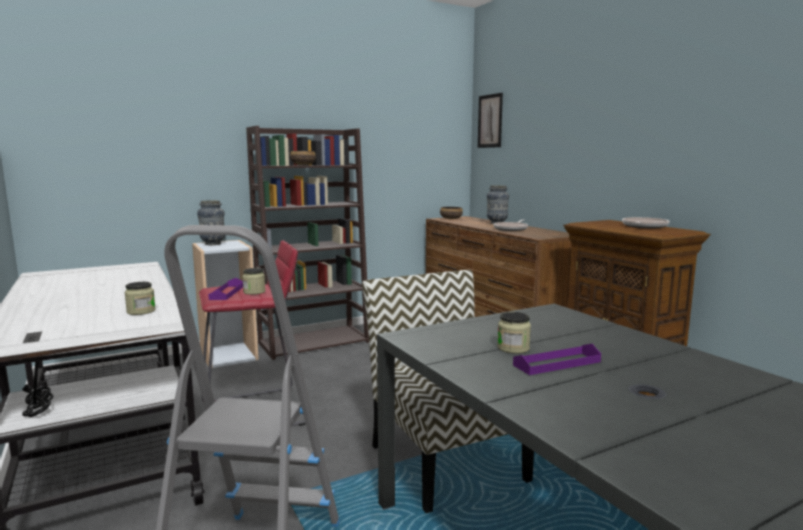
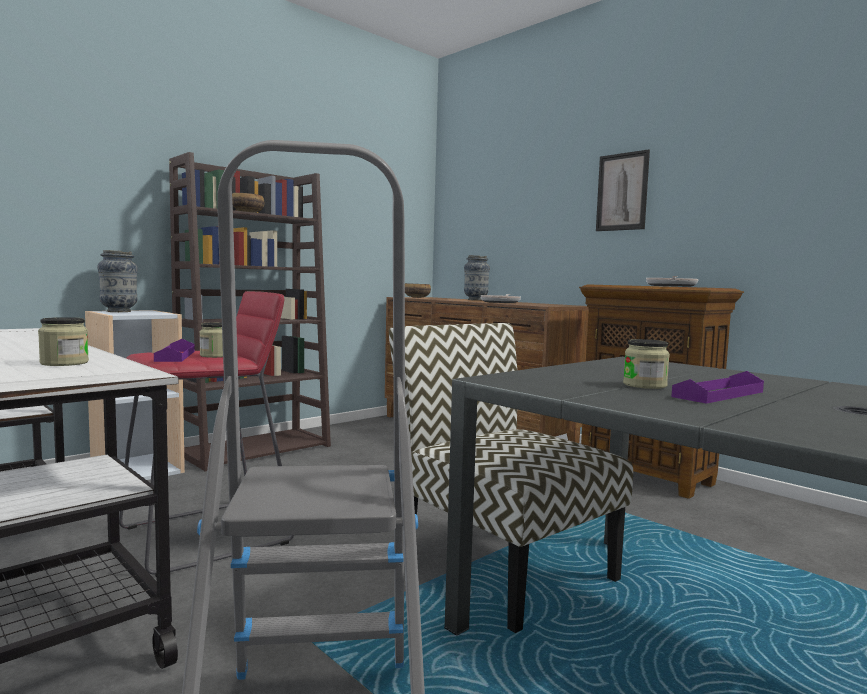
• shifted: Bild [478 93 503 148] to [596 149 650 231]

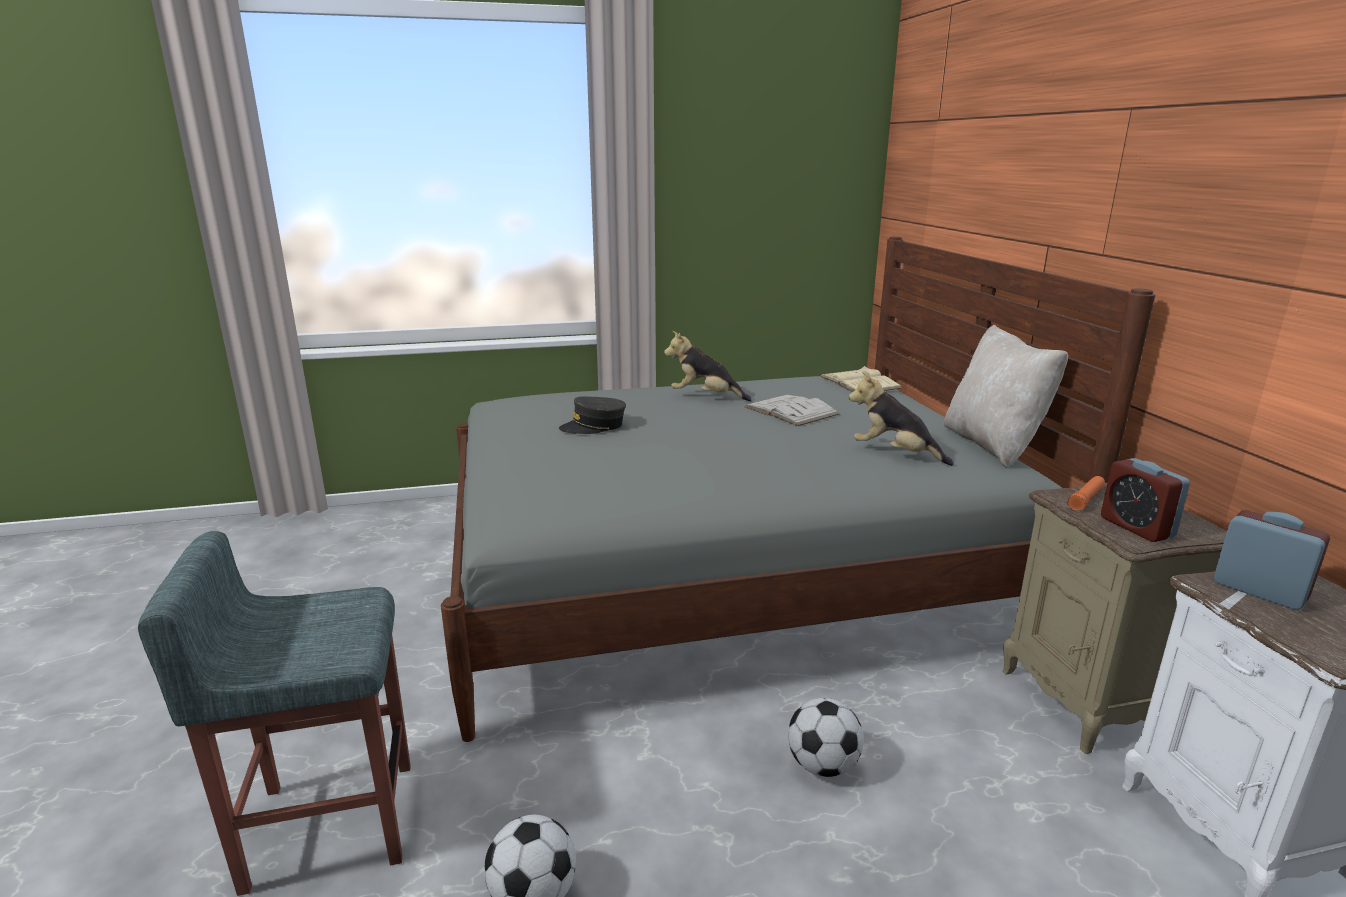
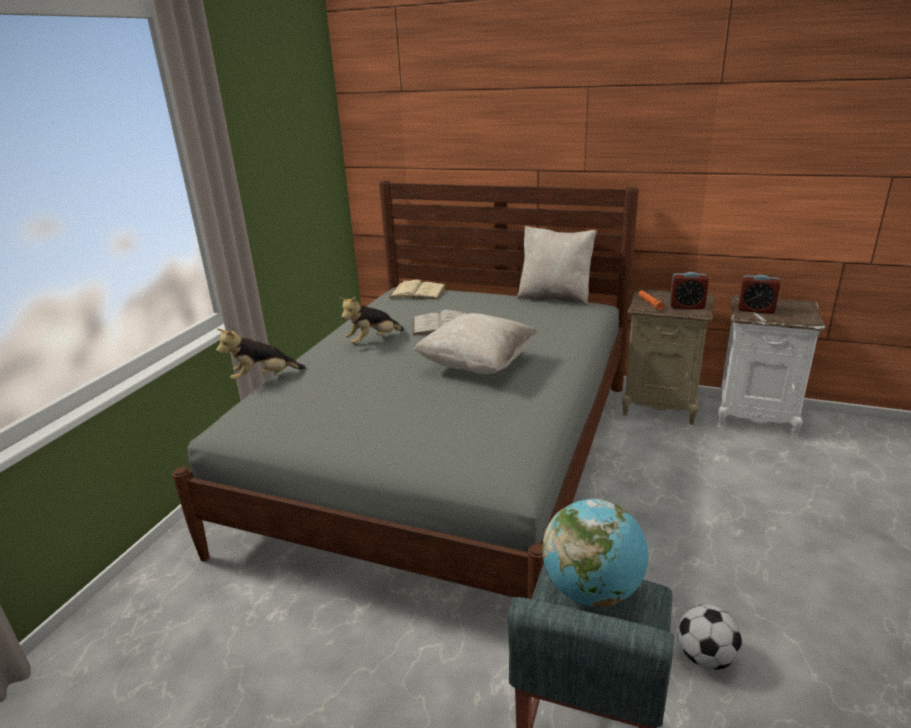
• shifted: Plüschtier [849 371 954 466] to [216 329 306 380]
• new: Kissen [beige] [413 313 538 374]
• new: Globus [542 499 648 607]
• rotated: Wecker [1214 510 1330 610] = [738 275 780 314] 150 degrees counterclockwise
• gone: Kappe [grau] [559 396 626 434]
• gone: Fußball [788 698 864 777]

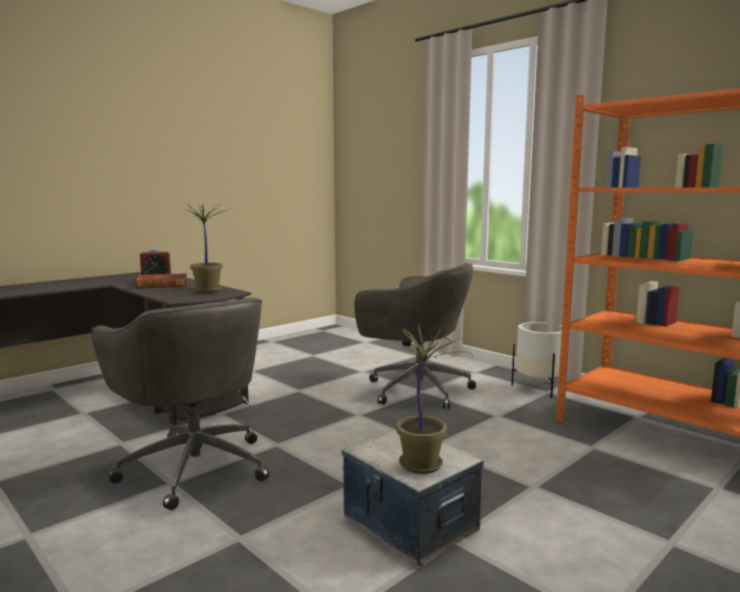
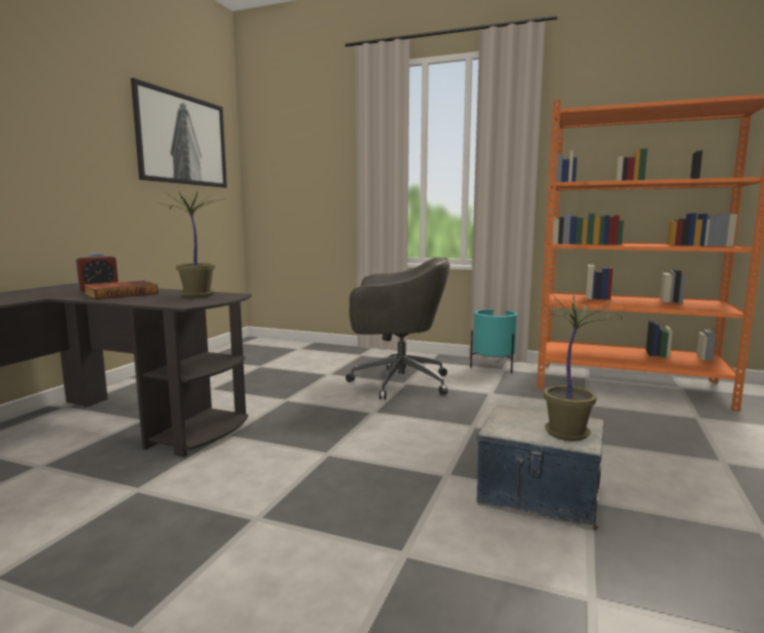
• new: Bild [131 78 227 188]
• repainted: Pflanzkübel [weiß] [512 322 565 398] to Pflanzkübel [türkis] [470 309 517 373]
• gone: Bürostuhl [grau] [91 297 269 510]

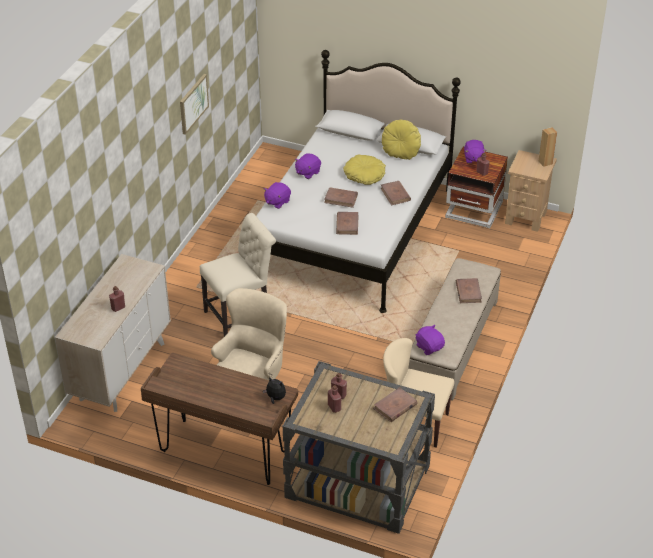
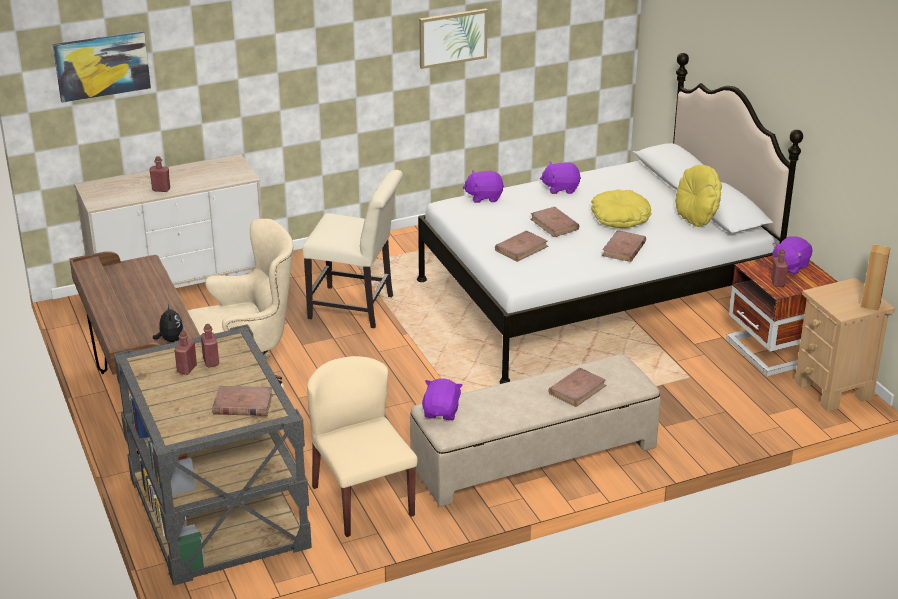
• new: Bild [53 31 151 103]

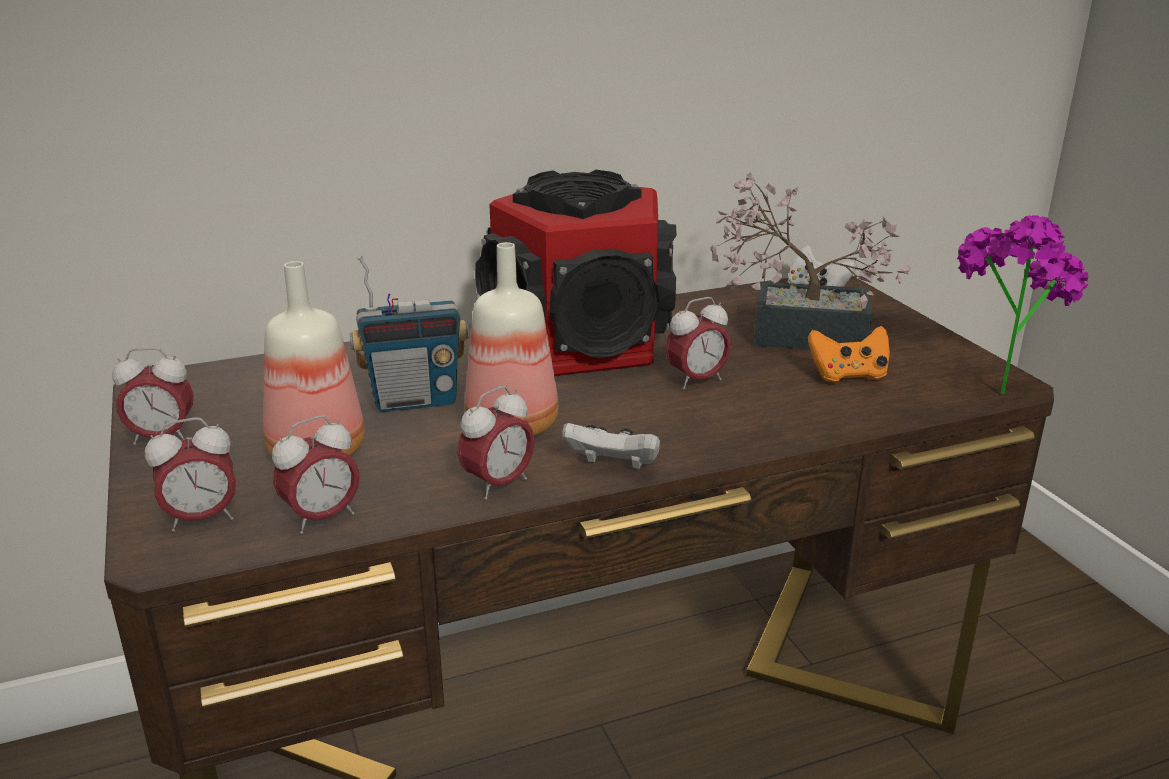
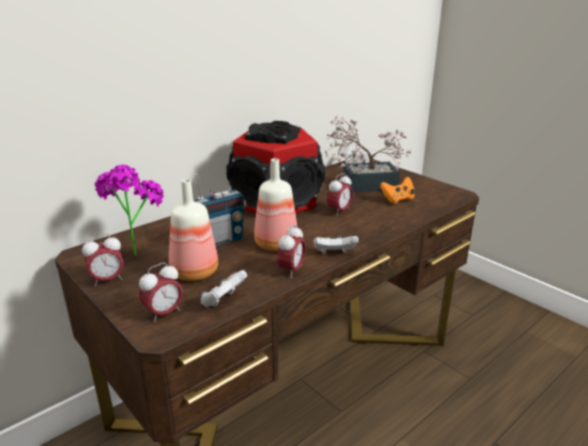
• shifted: Topfpflanze [957 215 1089 395] to [95 165 164 256]
• swapped: Wecker [272 416 360 534] to Gamepad [weiß] [200 270 247 307]

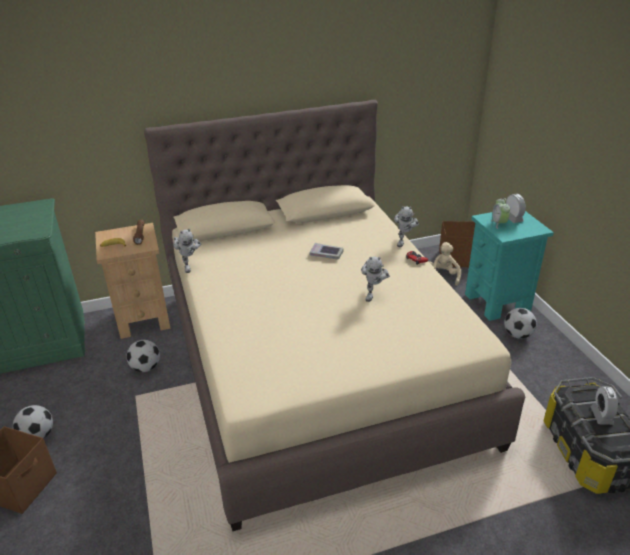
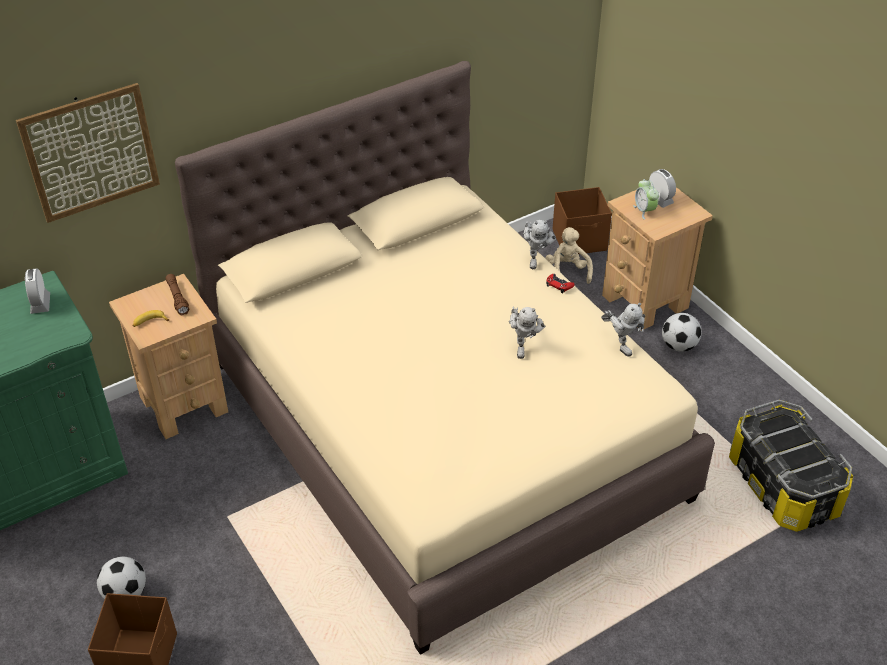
• new: Bild [16 83 160 223]
• shifted: Wecker [590 386 618 425] to [25 268 50 314]
• shifted: Spielzeugroboter [173 229 201 273] to [601 303 645 357]
• repainted: Nachttisch [türkis] [465 211 554 321] to Nachttisch [beige] [602 187 713 331]
• gone: Fußball [126 340 160 372]
• gone: Buch [310 243 344 260]

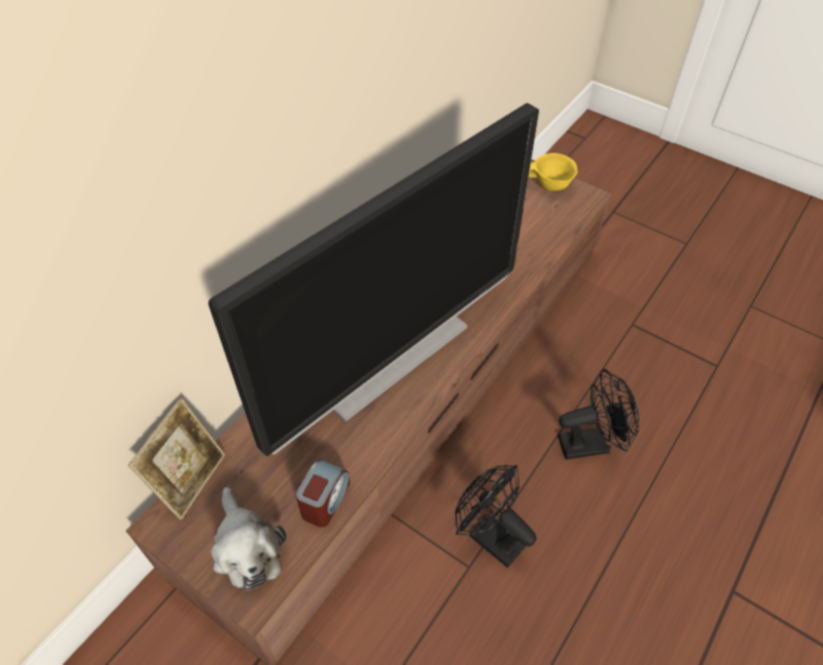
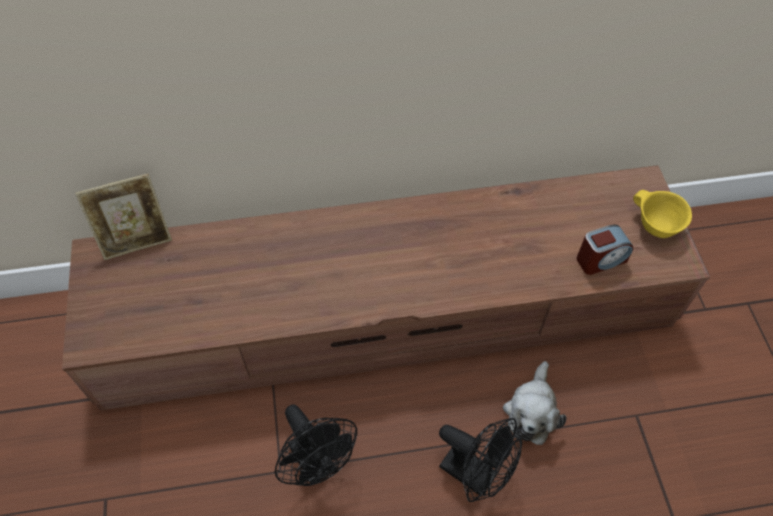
• rotated: Ventilator [schwarz] [455 465 536 568] = [275 405 357 486] 150 degrees clockwise
• shifted: Plüschtier [211 487 286 591] to [503 361 567 445]
• shifted: Wecker [296 460 350 527] to [577 225 634 275]
• gone: Fernseher [208 103 539 456]

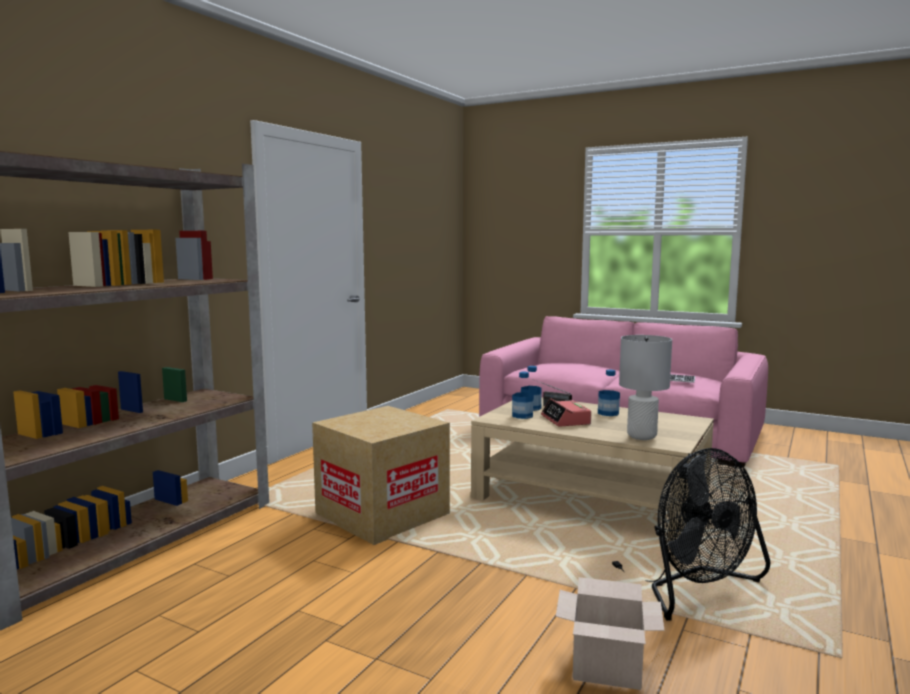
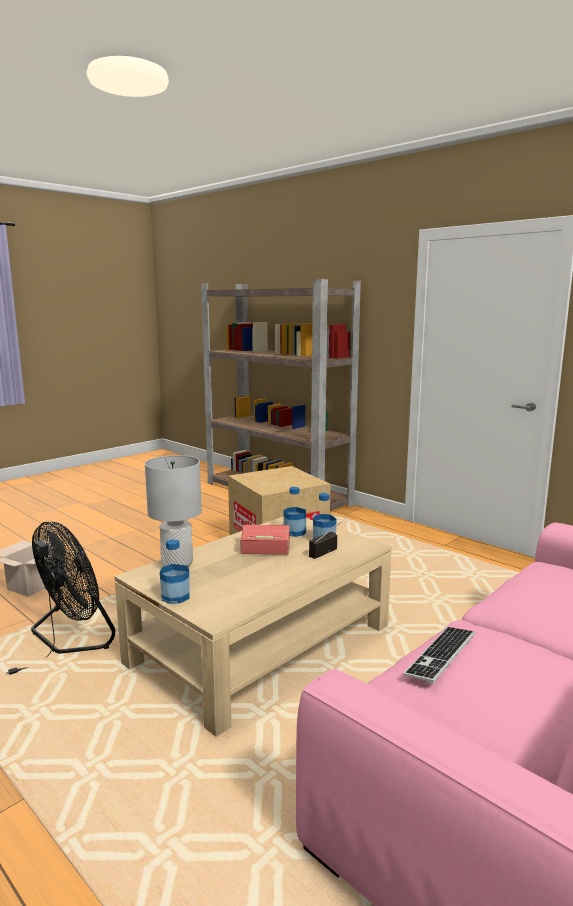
• rotated: Ventilator [schwarz] [612 448 770 620] = [6 522 115 675] 150 degrees clockwise
• shifted: Flasche [598 370 620 416] to [160 539 190 604]

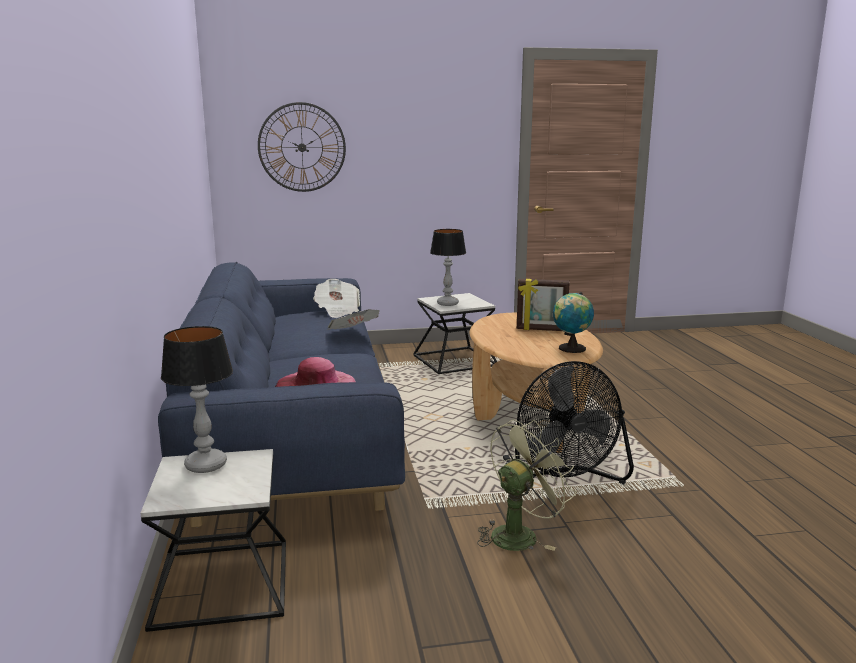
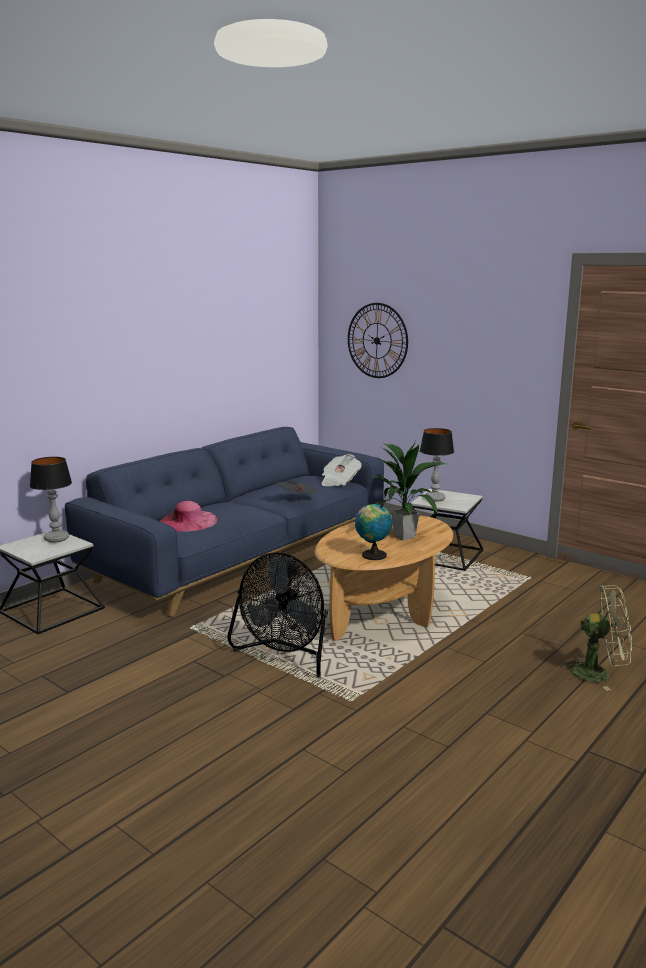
• swapped: Bilderrahmen [517 279 570 331] to Topfpflanze [372 441 447 540]
• shifted: Ventilator [grün] [477 420 576 551] to [560 585 632 691]

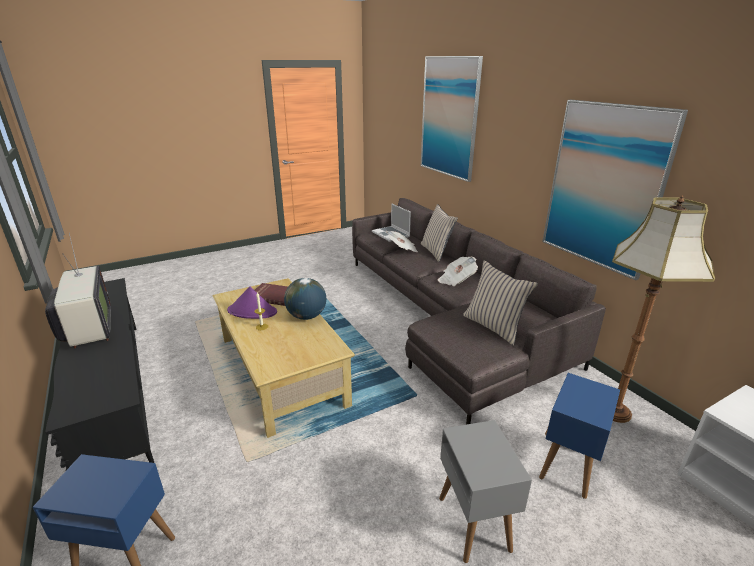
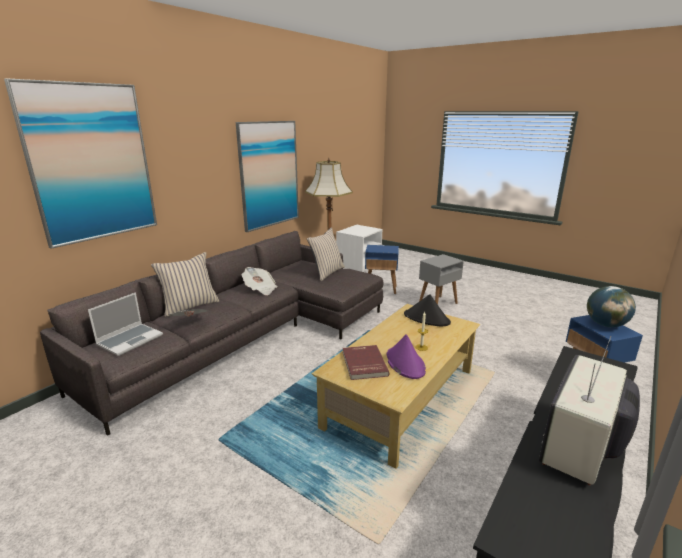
• new: Hut [schwarz] [404 294 451 327]
• shifted: Globus [284 278 326 320] to [587 286 636 327]

